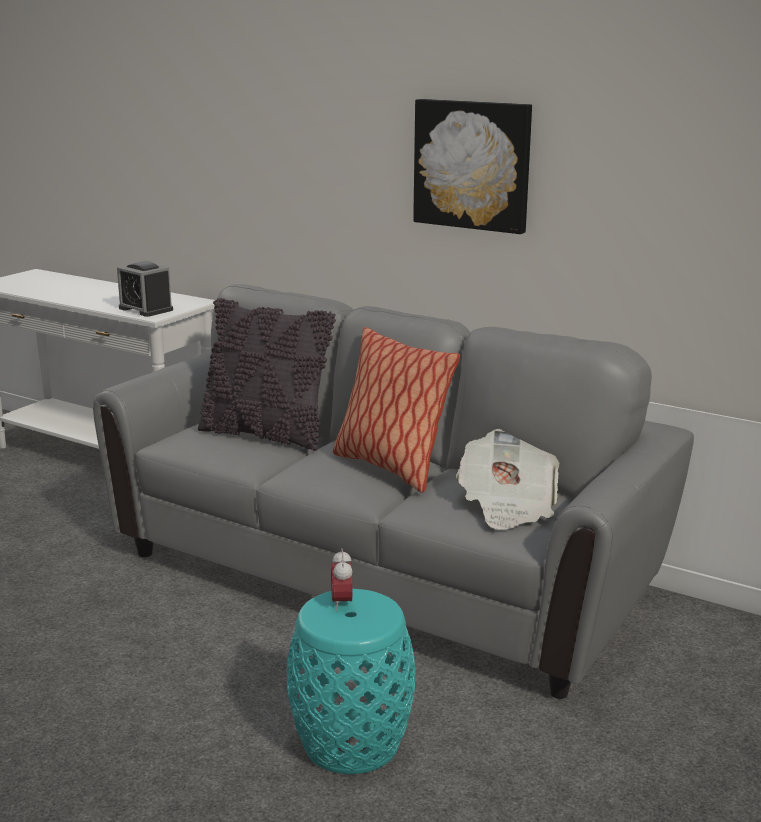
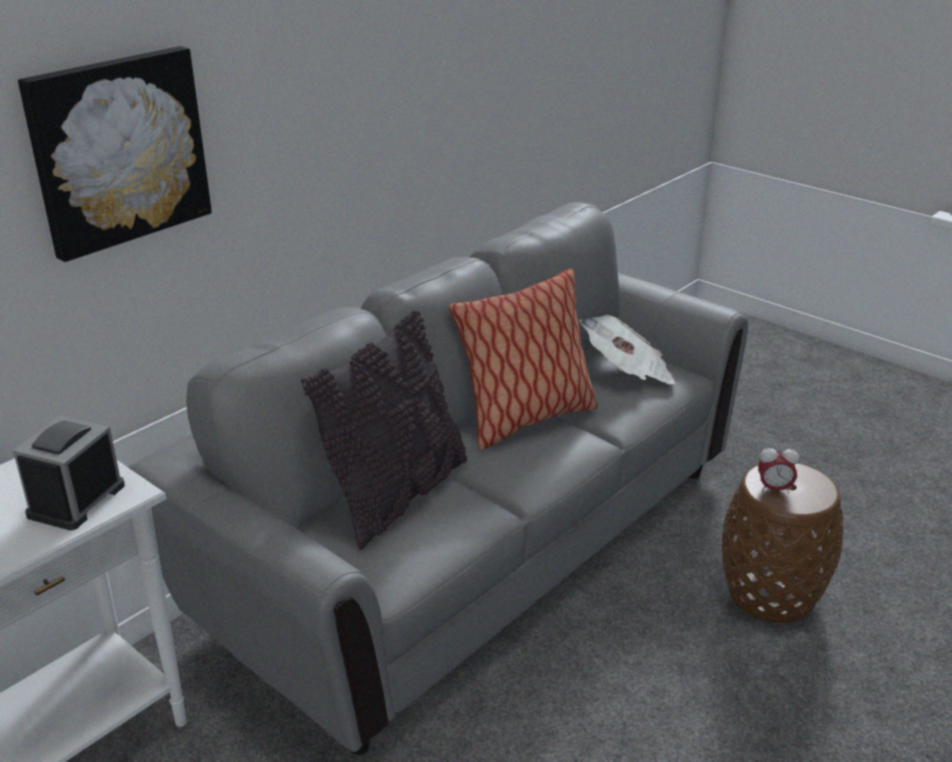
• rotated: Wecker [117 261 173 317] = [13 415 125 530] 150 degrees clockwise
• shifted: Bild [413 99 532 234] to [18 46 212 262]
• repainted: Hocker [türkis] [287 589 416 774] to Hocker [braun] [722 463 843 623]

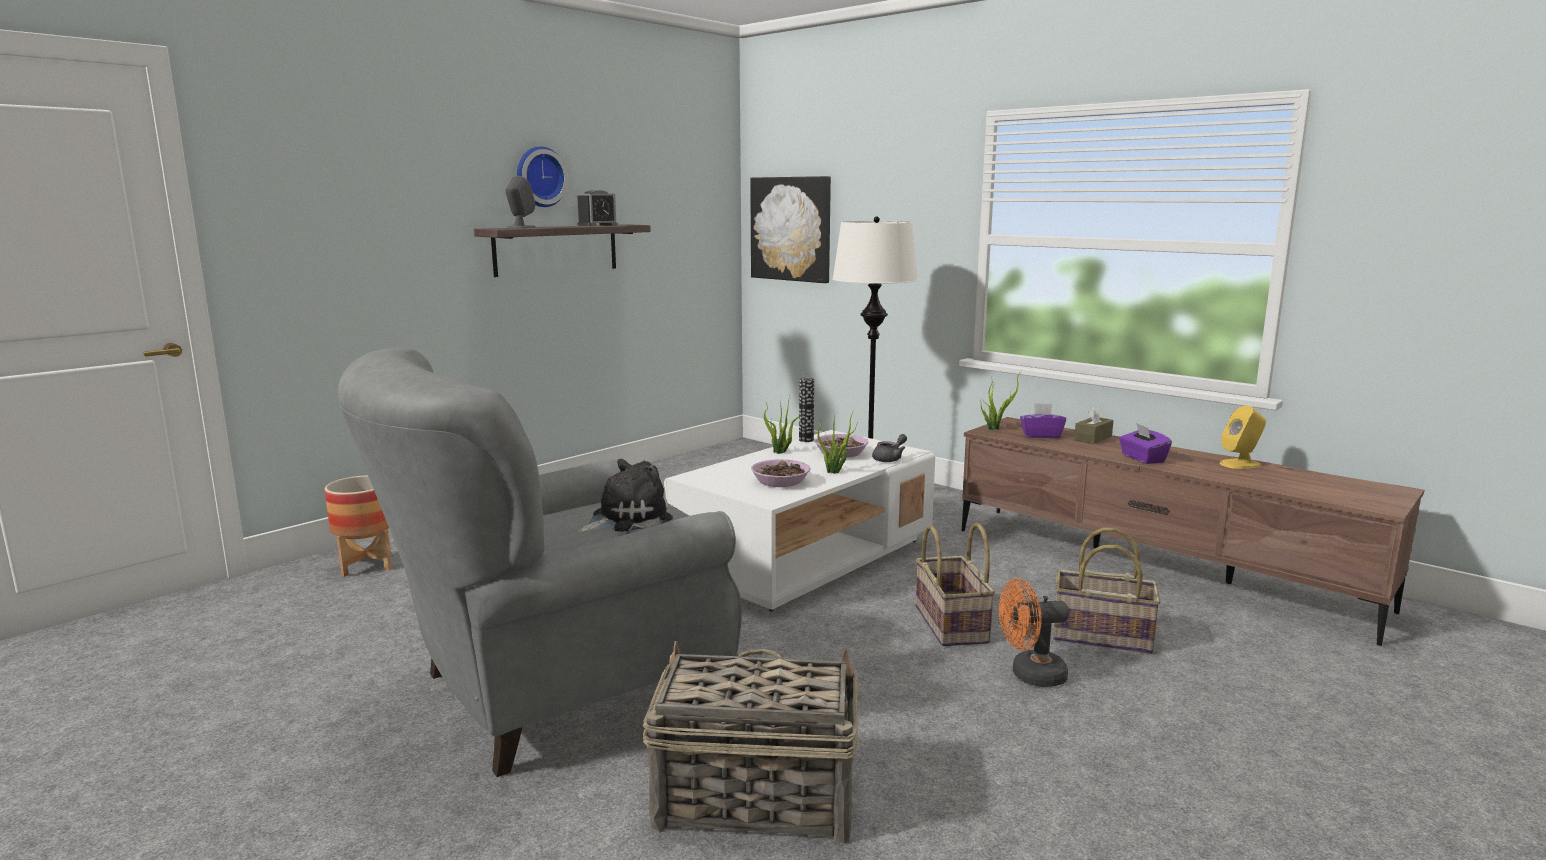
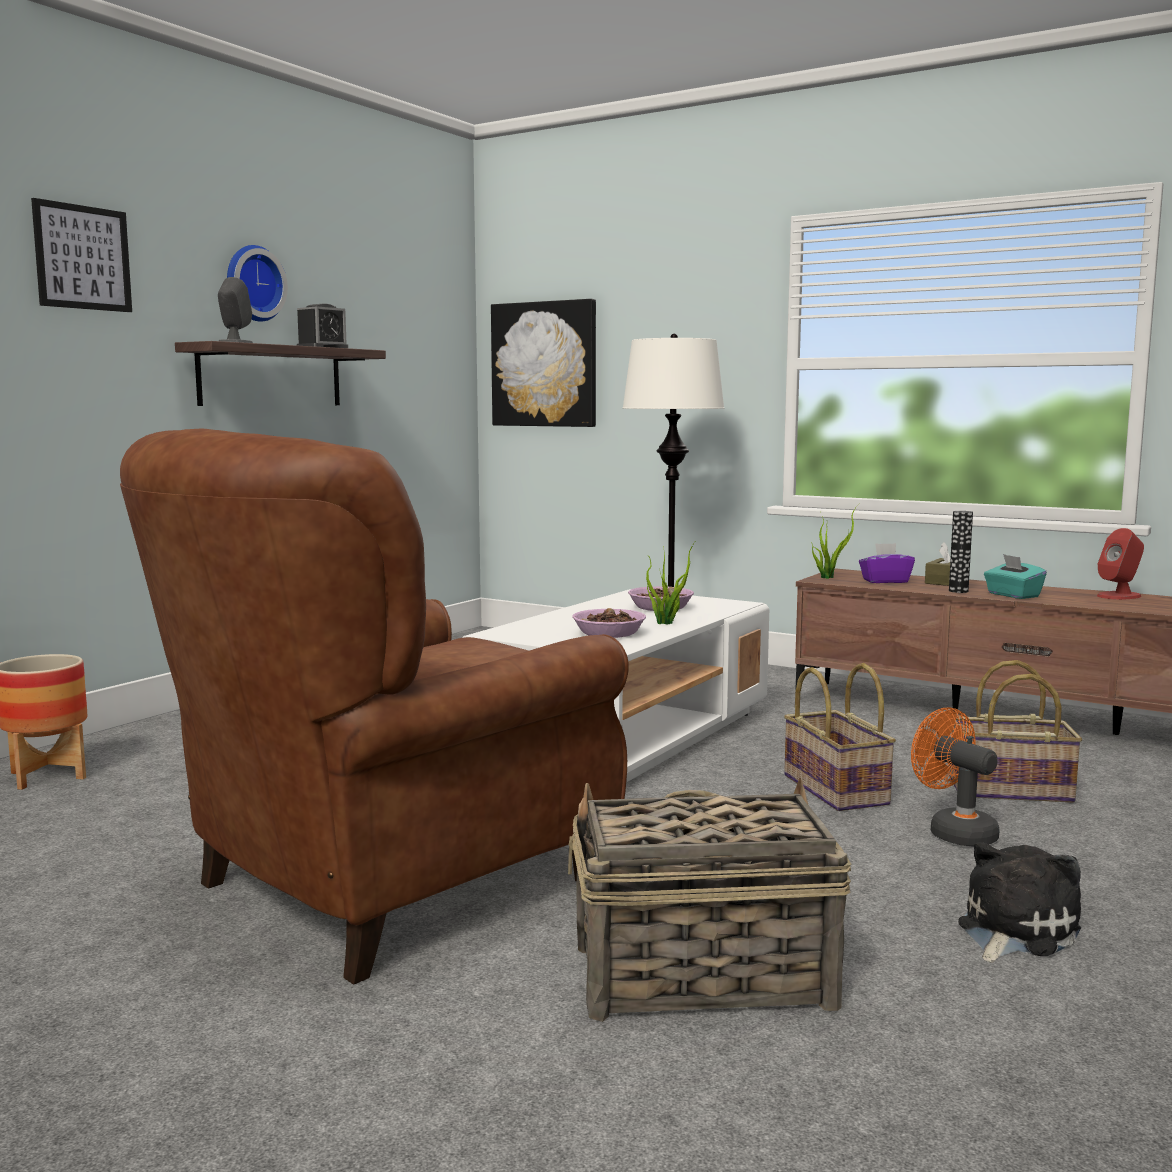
• new: Bild [31 198 132 312]
• repainted: Sessel [grau] [338 348 742 777] to Sessel [braun] [120 429 629 985]
• rotated: Ventilator [orange] [999 578 1069 687] = [911 708 999 847] 75 degrees clockwise
• shifted: Vase [799 378 814 442] to [949 511 973 593]
• shifted: Plüschtier [578 459 673 533] to [958 842 1081 963]
• repainted: Taschentuchbox [lila] [1119 423 1172 464] to Taschentuchbox [türkis] [984 554 1047 599]
• repainted: Lautsprecher [gelb] [1220 406 1266 469] to Lautsprecher [rot] [1097 528 1144 600]
• gone: Topfpflanze [764 396 804 454]
• gone: Teekanne [grau] [872 434 907 462]

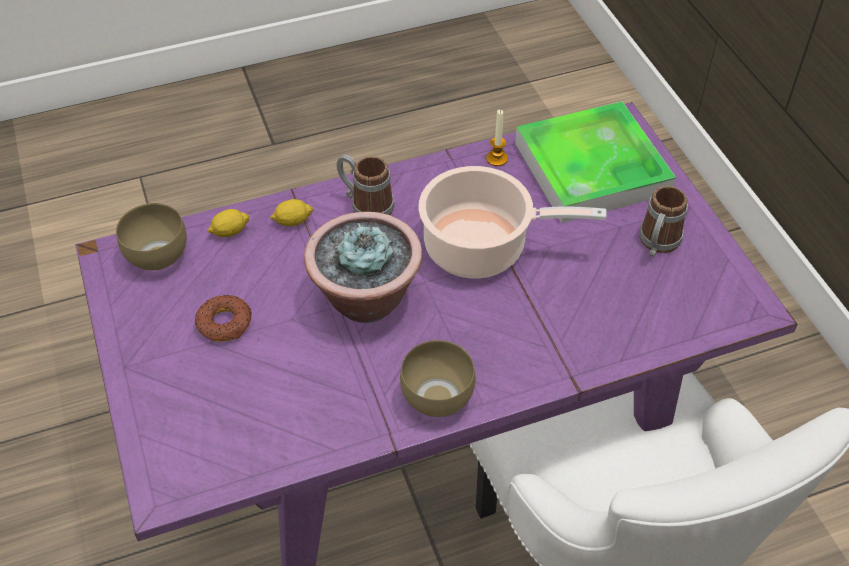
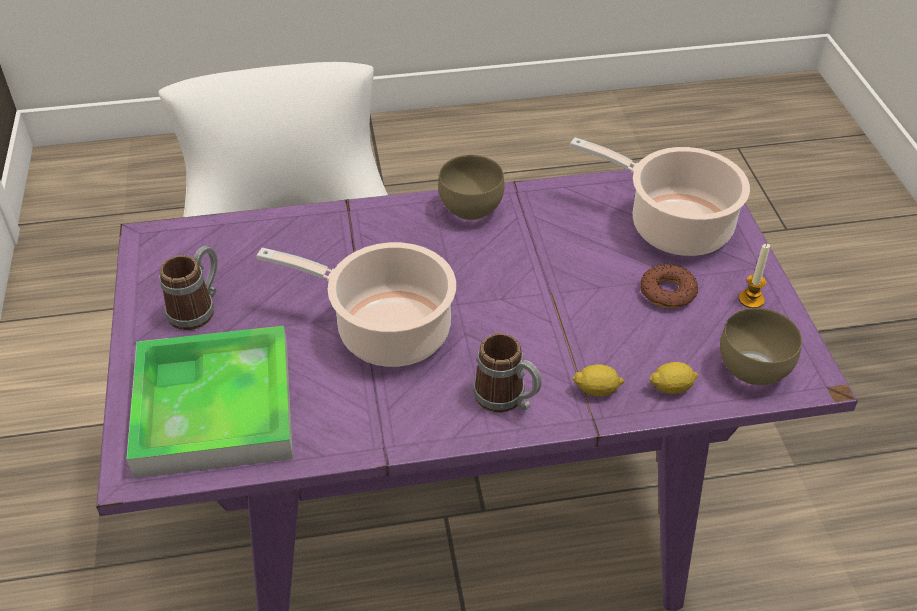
• new: Kochtopf [570 137 750 256]
• shifted: Kerze [486 109 508 166] to [739 244 770 308]
• gone: Topfpflanze [304 212 422 323]

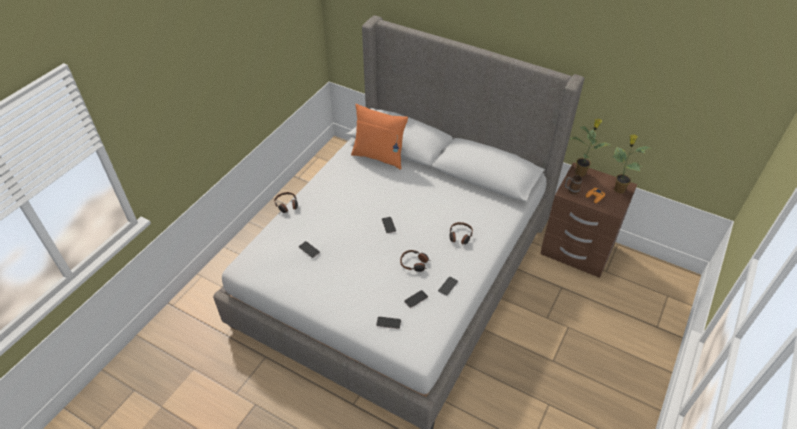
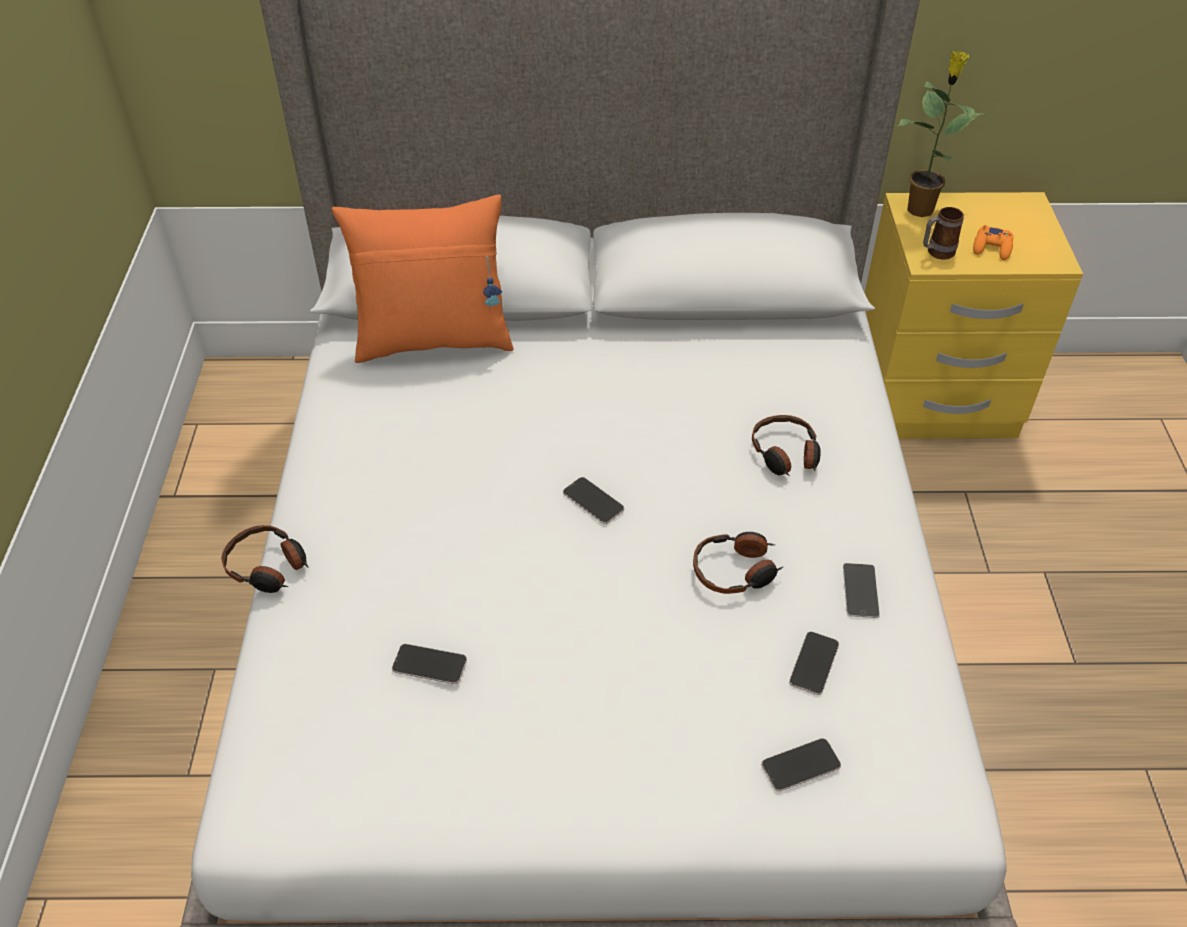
• repainted: Nachttisch [braun] [540 162 637 278] to Nachttisch [gelb] [865 192 1083 439]
• gone: Topfpflanze [612 134 652 194]

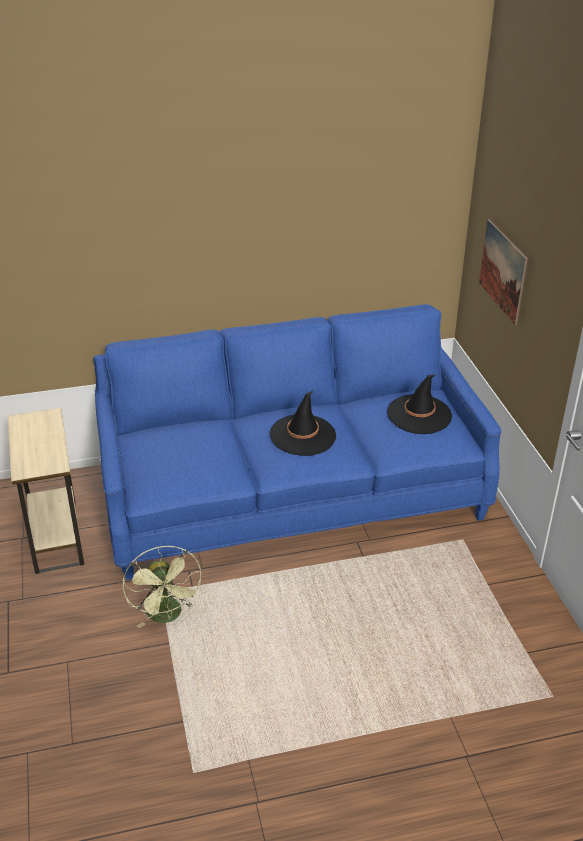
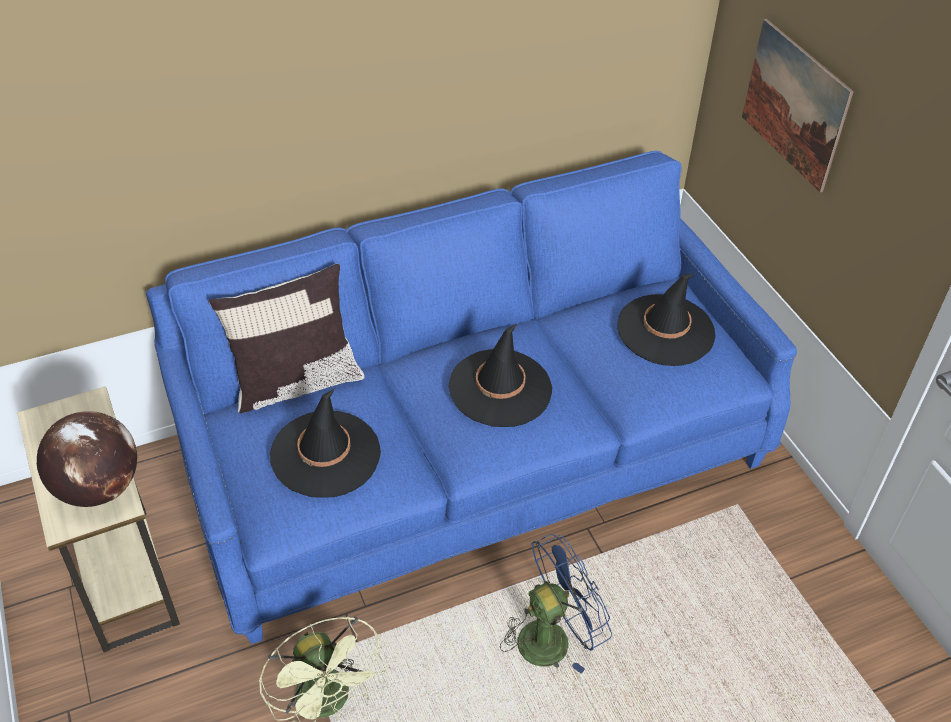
• new: Globus [37 411 137 507]
• new: Kissen [209 264 365 413]
• new: Hut [schwarz] [270 389 381 498]
• new: Ventilator [blau] [500 534 612 673]

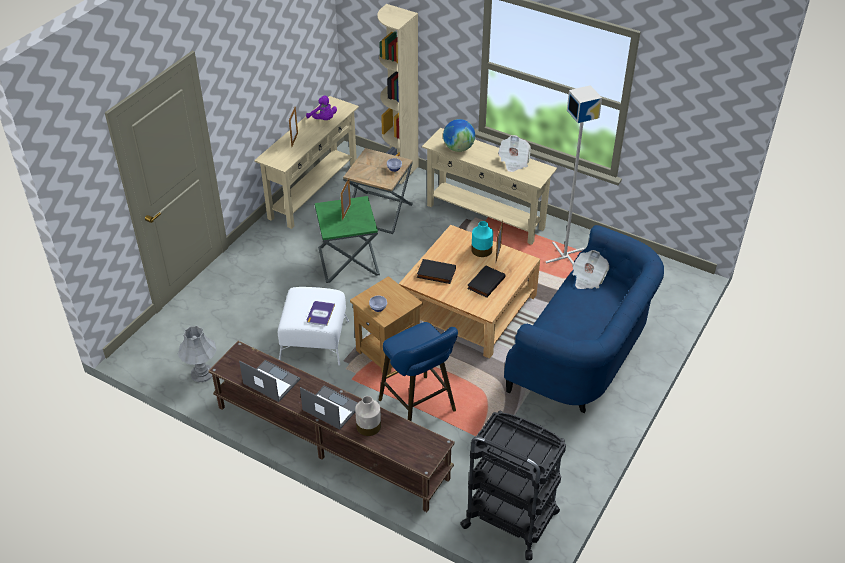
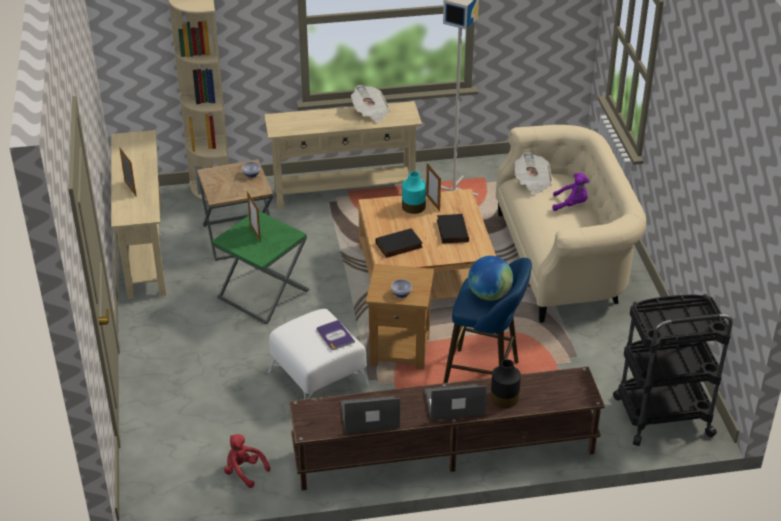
• swapped: Tischlampe [grau] [178 326 217 382] to Plüschtier [rot] [224 434 270 488]
• shifted: Globus [443 119 475 152] to [468 256 513 301]
• repainted: Vase [beige] [355 396 381 436] to Vase [schwarz] [491 359 521 408]
• repainted: Sofa [blau] [504 225 664 413] to Sofa [beige] [496 125 646 323]
• shifted: Plüschtier [lila] [306 95 337 120] to [553 173 589 211]

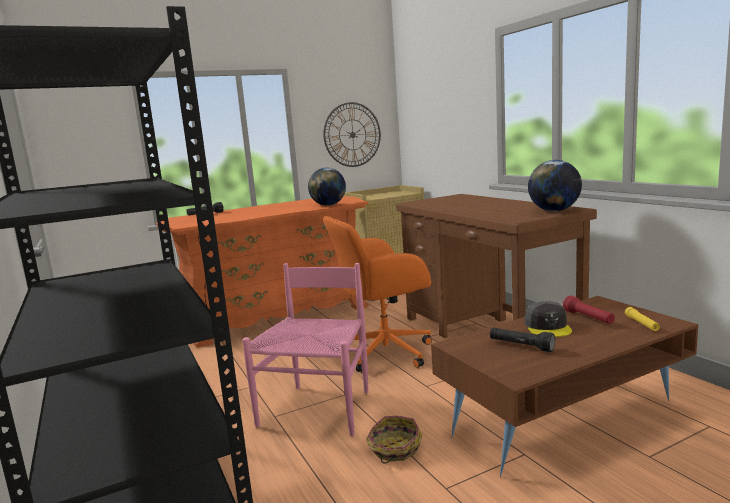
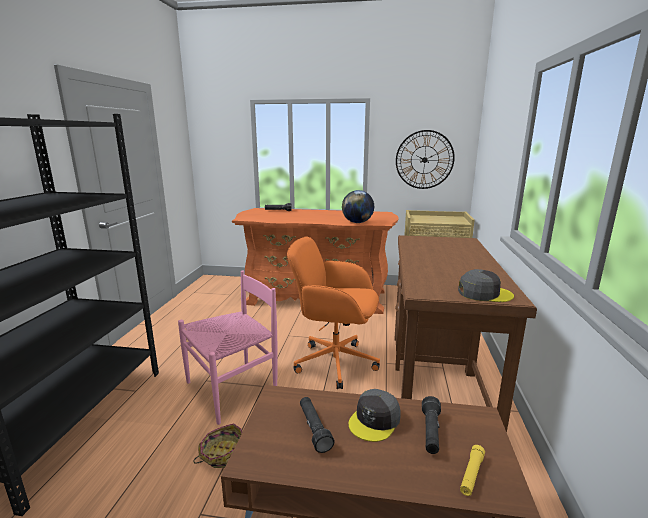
• repainted: Taschenlampe [rot] [563 296 615 324] to Taschenlampe [schwarz] [422 396 441 454]
• swapped: Globus [528 160 582 211] to Kappe [grau] [458 269 514 302]

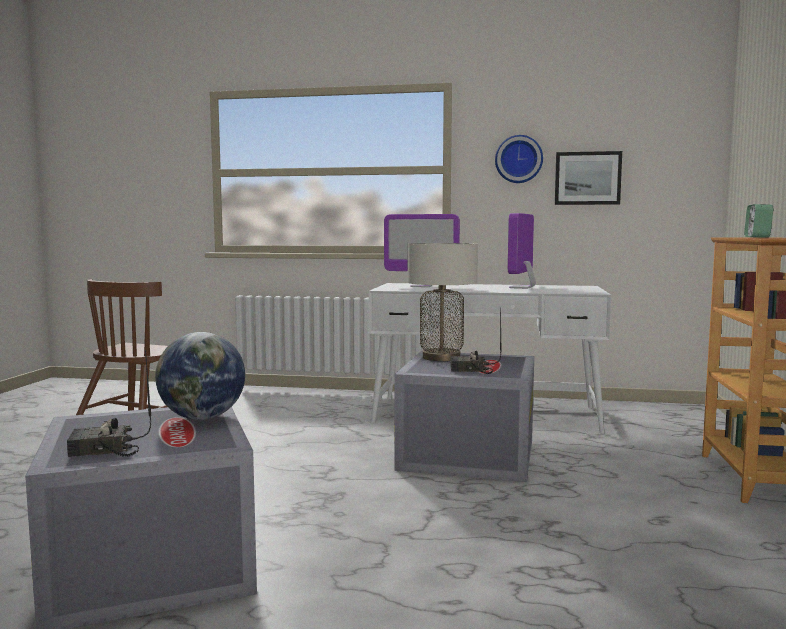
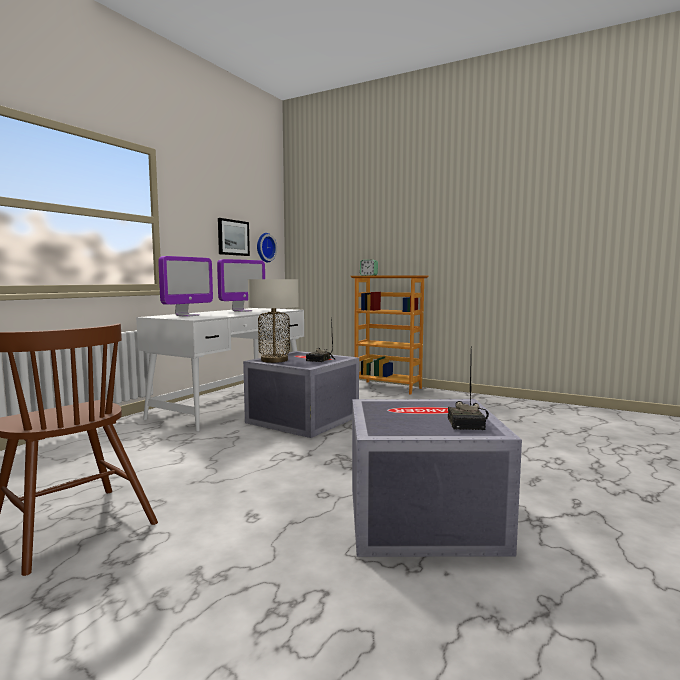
• rotated: Monitor [508 213 536 289] = [217 259 265 312] 90 degrees counterclockwise
• shifted: Wanduhr [495 135 543 183] to [257 233 277 262]
• gone: Globus [155 332 245 420]

